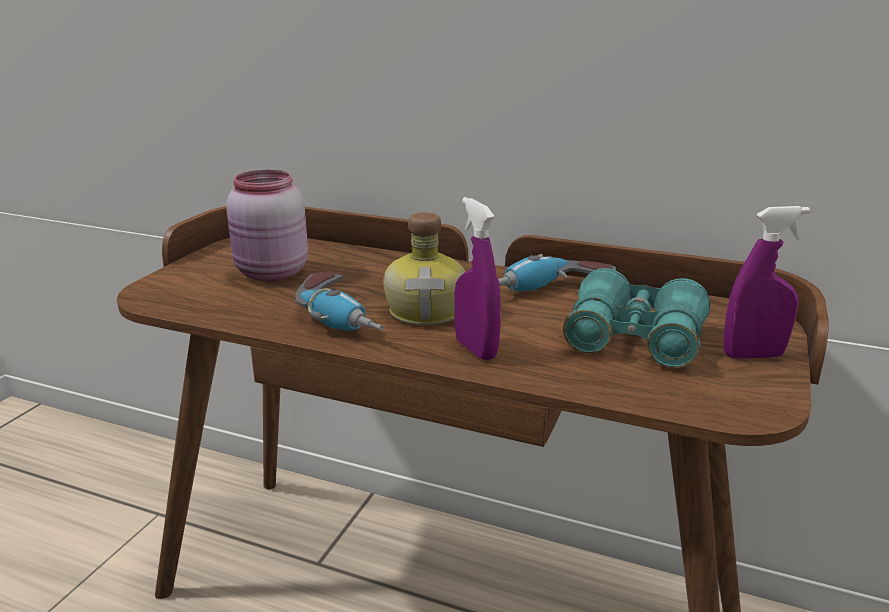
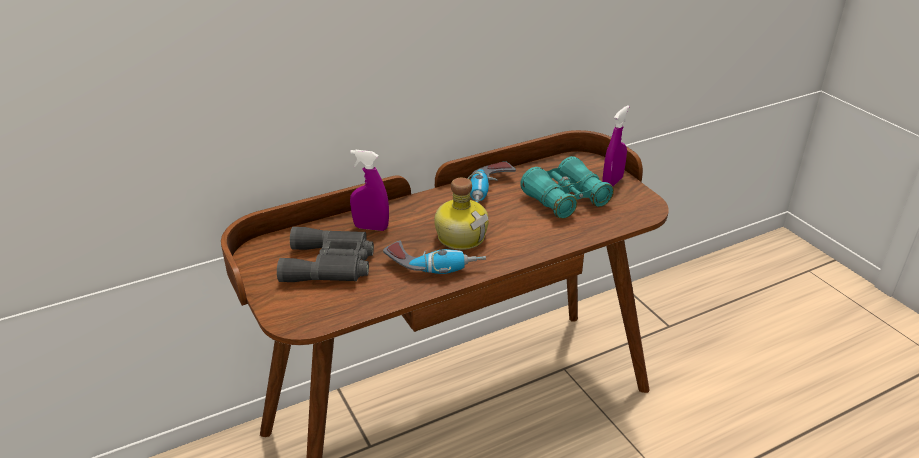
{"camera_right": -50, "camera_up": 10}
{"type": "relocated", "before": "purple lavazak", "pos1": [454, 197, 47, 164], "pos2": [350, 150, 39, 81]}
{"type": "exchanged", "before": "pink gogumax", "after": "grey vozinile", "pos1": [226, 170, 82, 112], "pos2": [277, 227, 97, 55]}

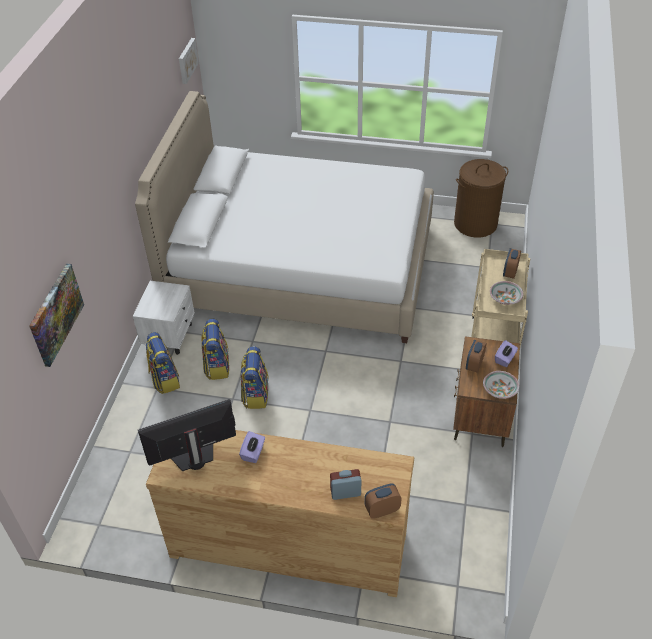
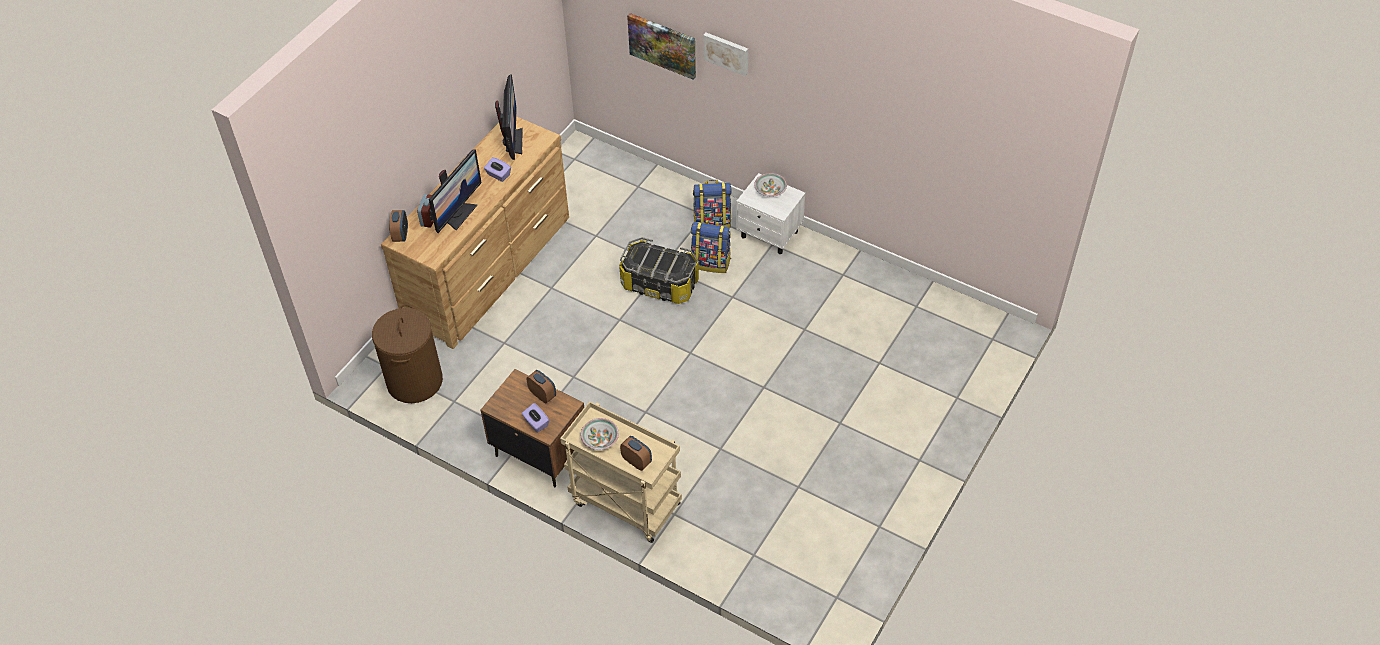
{"camera_right": 110, "camera_up": 5}
{"type": "missing", "before": "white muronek", "pos1": [135, 91, 299, 252]}
{"type": "appeared", "after": "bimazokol", "pos2": [429, 149, 53, 84]}
{"type": "relocated", "before": "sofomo", "pos1": [179, 38, 20, 46], "pos2": [703, 33, 45, 43]}
{"type": "relocated", "before": "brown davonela", "pos1": [454, 159, 54, 79], "pos2": [372, 304, 71, 99]}
{"type": "relocated", "before": "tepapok", "pos1": [483, 371, 36, 28], "pos2": [754, 173, 33, 24]}
{"type": "exchanged", "before": "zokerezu", "after": "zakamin", "pos1": [241, 346, 28, 63], "pos2": [619, 237, 80, 67]}

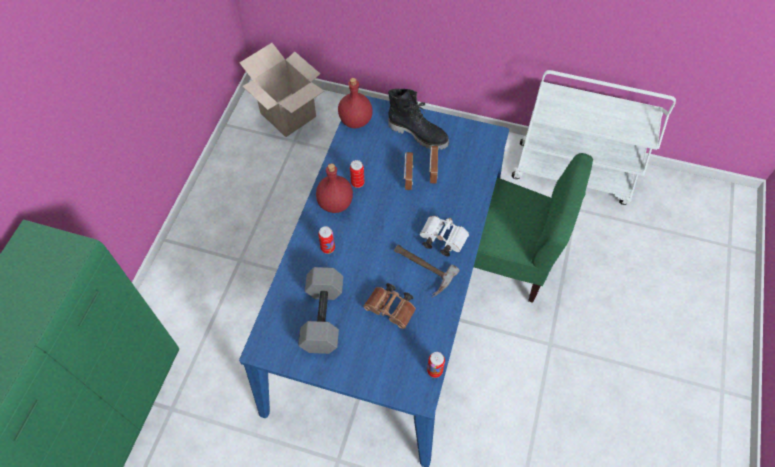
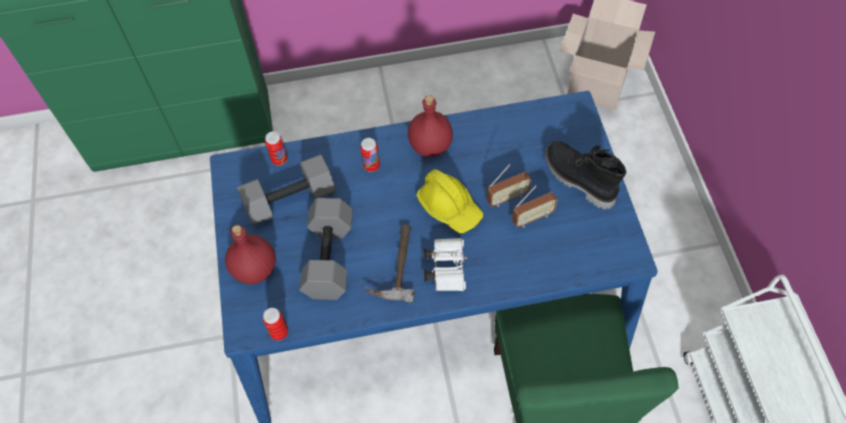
{"camera_right": 65, "camera_up": 0}
{"type": "appeared", "after": "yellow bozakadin", "pos2": [416, 169, 68, 64]}
{"type": "relocated", "before": "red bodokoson", "pos1": [338, 78, 35, 50], "pos2": [225, 225, 51, 60]}
{"type": "relocated", "before": "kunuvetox", "pos1": [350, 160, 15, 28], "pos2": [265, 132, 23, 34]}
{"type": "exchanged", "before": "brown vozinile", "after": "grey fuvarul", "pos1": [364, 283, 52, 46], "pos2": [299, 198, 54, 102]}
{"type": "spun", "before": "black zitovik", "pos1": [388, 89, 61, 61], "pos2": [545, 141, 81, 69], "turn": 135}

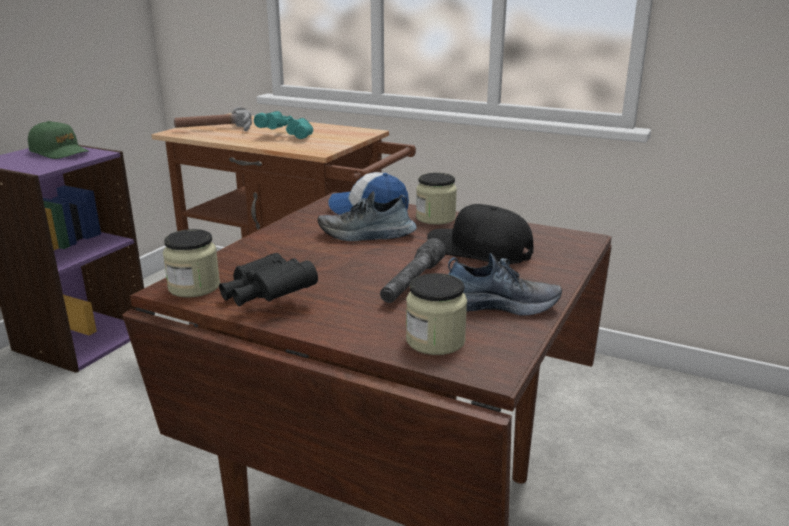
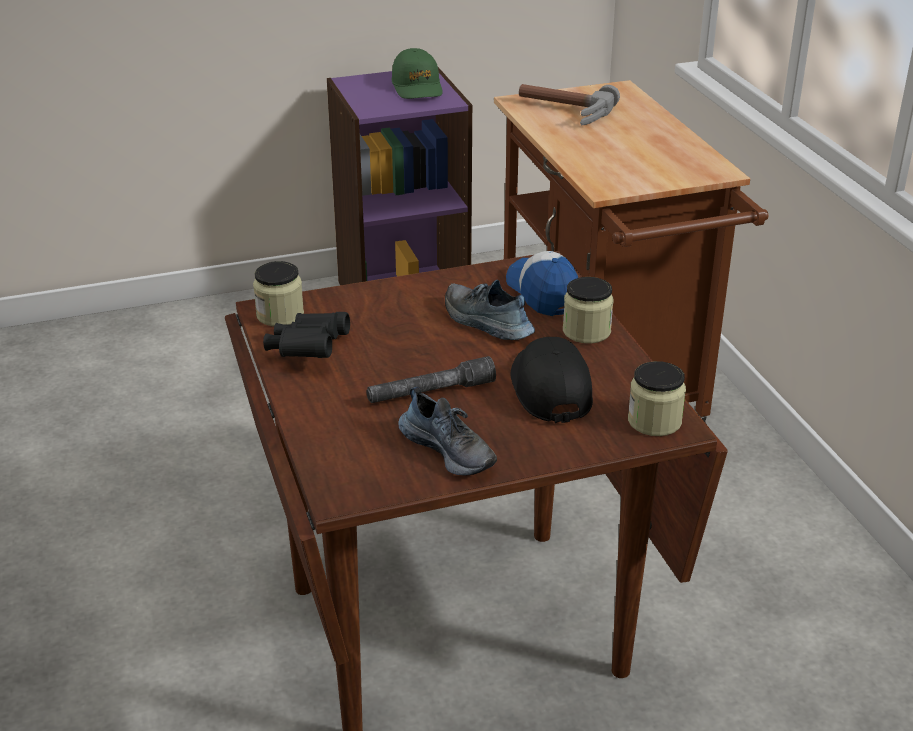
{"camera_right": 45, "camera_up": 10}
{"type": "missing", "before": "turquoise vozinile", "pos1": [254, 111, 59, 28]}
{"type": "relocated", "before": "gogumax", "pos1": [406, 273, 61, 82], "pos2": [628, 361, 58, 75]}

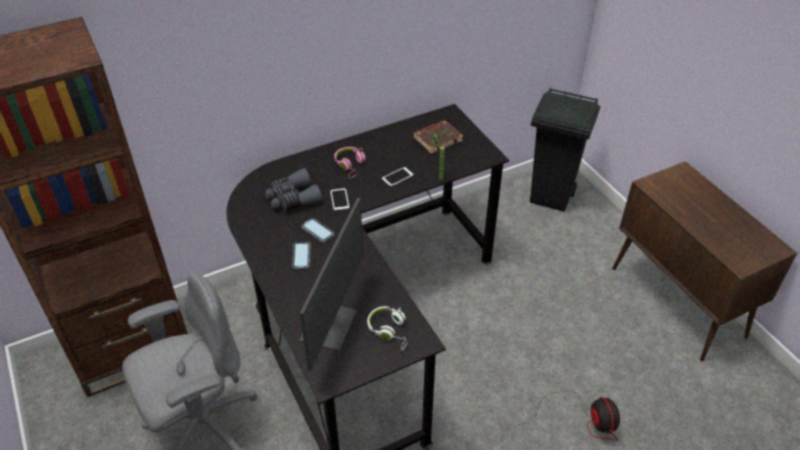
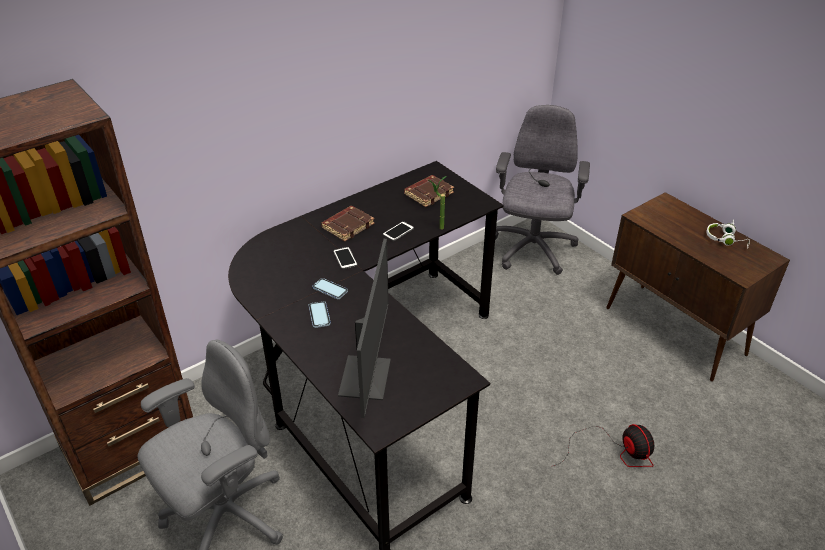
{"camera_right": -10, "camera_up": -5}
{"type": "missing", "before": "grey vozinile", "pos1": [265, 168, 57, 43]}
{"type": "relocated", "before": "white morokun", "pos1": [367, 306, 42, 44], "pos2": [706, 219, 44, 30]}
{"type": "exchanged", "before": "pink morokun", "after": "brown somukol", "pos1": [334, 147, 32, 31], "pos2": [321, 206, 54, 35]}
{"type": "exchanged", "before": "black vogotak", "after": "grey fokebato", "pos1": [530, 88, 70, 124], "pos2": [495, 105, 95, 170]}

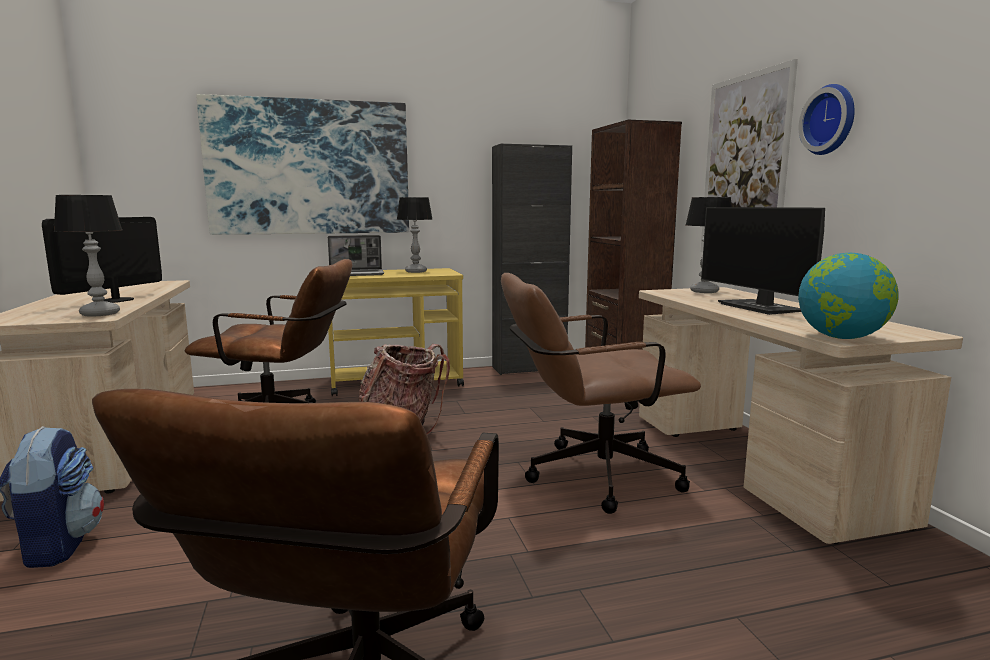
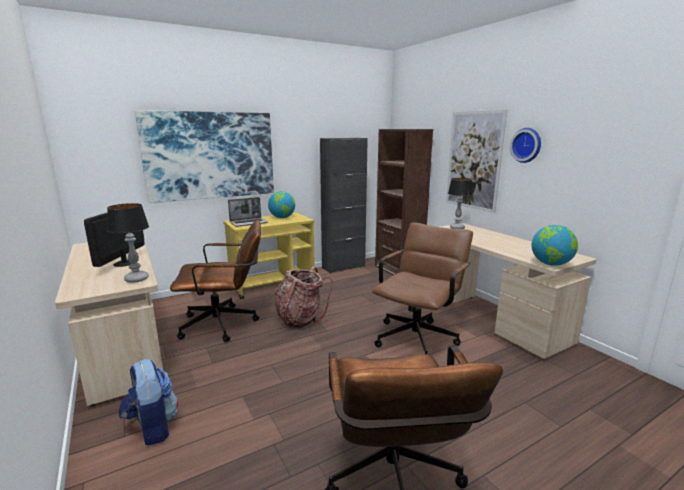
{"camera_right": -15, "camera_up": 5}
{"type": "missing", "before": "bimazokol", "pos1": [701, 207, 124, 108]}
{"type": "exchanged", "before": "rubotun", "after": "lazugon", "pos1": [397, 197, 36, 76], "pos2": [268, 191, 27, 27]}
{"type": "spun", "before": "brown fokebato", "pos1": [501, 273, 200, 241], "pos2": [372, 222, 101, 132], "turn": 150}

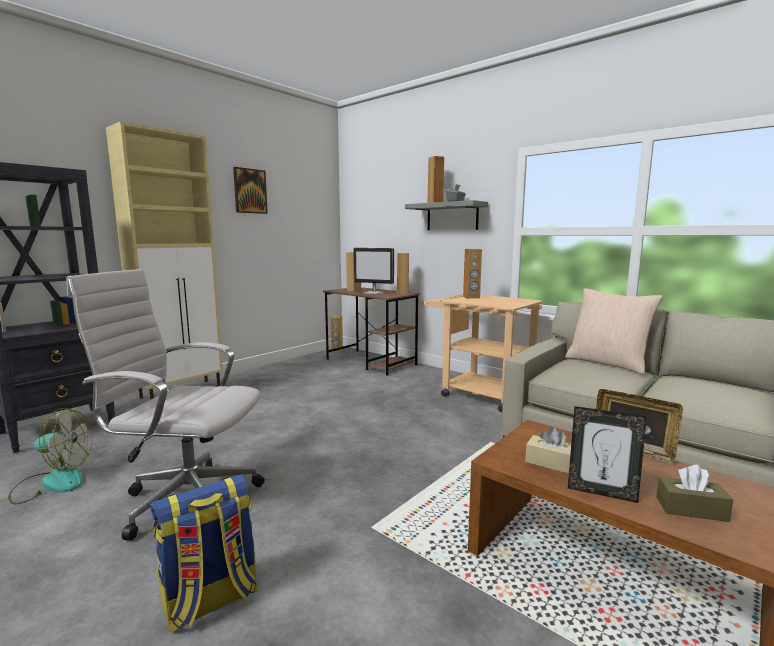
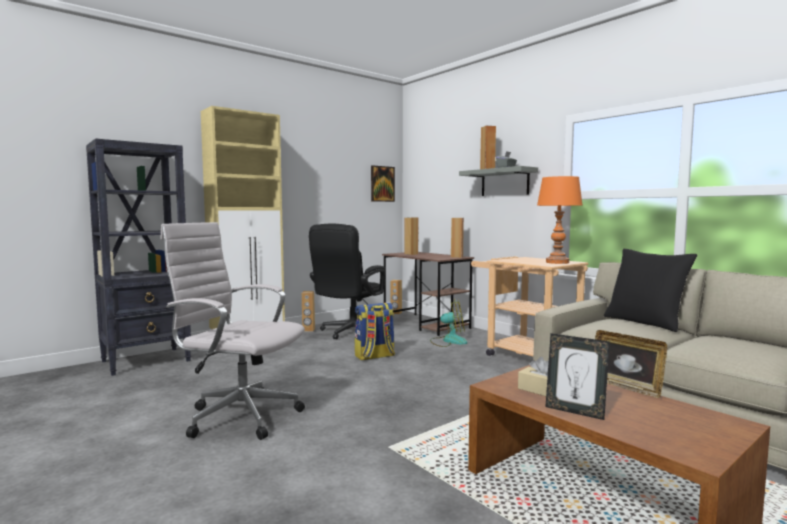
{"camera_right": 10, "camera_up": -5}
{"type": "missing", "before": "bimazokol", "pos1": [353, 248, 41, 46]}
{"type": "missing", "before": "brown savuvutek", "pos1": [656, 465, 77, 57]}
{"type": "appeared", "after": "black fokebato", "pos2": [309, 224, 76, 115]}
{"type": "appeared", "after": "orange rubotun", "pos2": [537, 176, 46, 88]}
{"type": "relocated", "before": "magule", "pos1": [8, 408, 84, 96], "pos2": [430, 299, 37, 48]}
{"type": "relocated", "before": "zokerezu", "pos1": [150, 474, 109, 158], "pos2": [355, 303, 40, 58]}
{"type": "relocated", "before": "sofomo", "pos1": [233, 167, 35, 47], "pos2": [371, 165, 24, 37]}
{"type": "relocated", "before": "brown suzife", "pos1": [463, 249, 19, 50], "pos2": [302, 291, 13, 41]}
{"type": "colour", "before": "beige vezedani", "after": "black vezedani", "pos1": [565, 288, 98, 86], "pos2": [604, 249, 93, 83]}

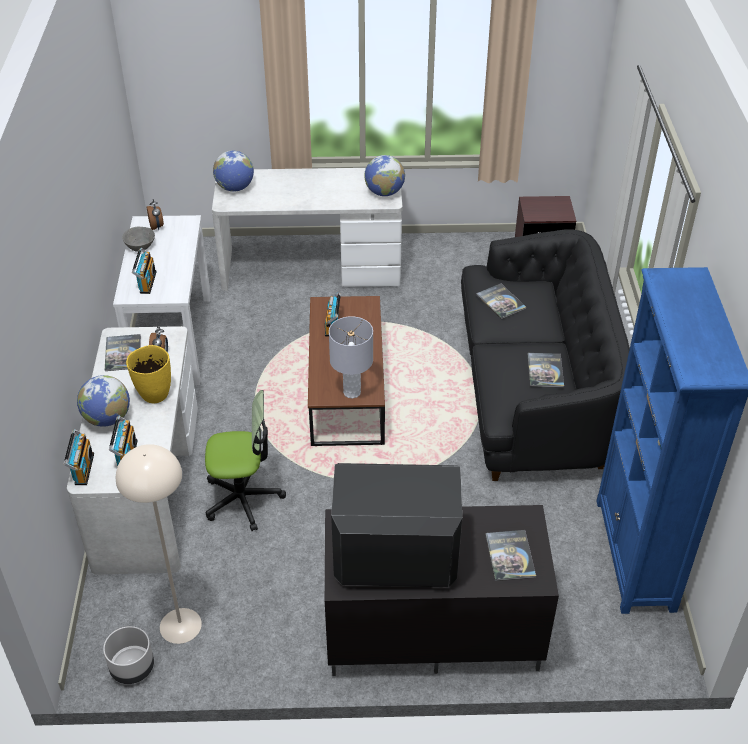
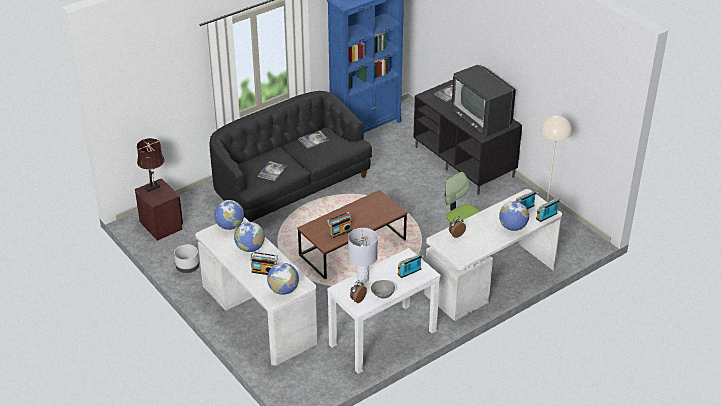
{"camera_right": -125, "camera_up": -5}
{"type": "missing", "before": "somukol", "pos1": [105, 334, 36, 37]}
{"type": "missing", "before": "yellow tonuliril", "pos1": [126, 345, 45, 58]}
{"type": "appeared", "after": "brown rubotun", "pos2": [137, 138, 28, 54]}
{"type": "appeared", "after": "lazugon", "pos2": [234, 222, 31, 30]}
{"type": "appeared", "after": "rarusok", "pos2": [250, 252, 28, 23]}
{"type": "relocated", "before": "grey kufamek", "pos1": [103, 626, 51, 58], "pos2": [174, 244, 25, 29]}
{"type": "relocated", "before": "grey rubotun", "pos1": [329, 316, 44, 83], "pos2": [348, 228, 30, 56]}

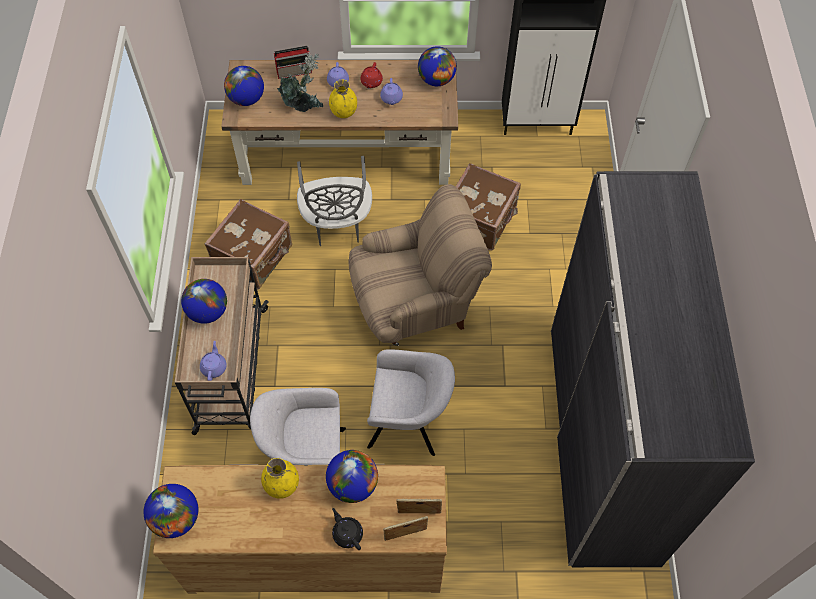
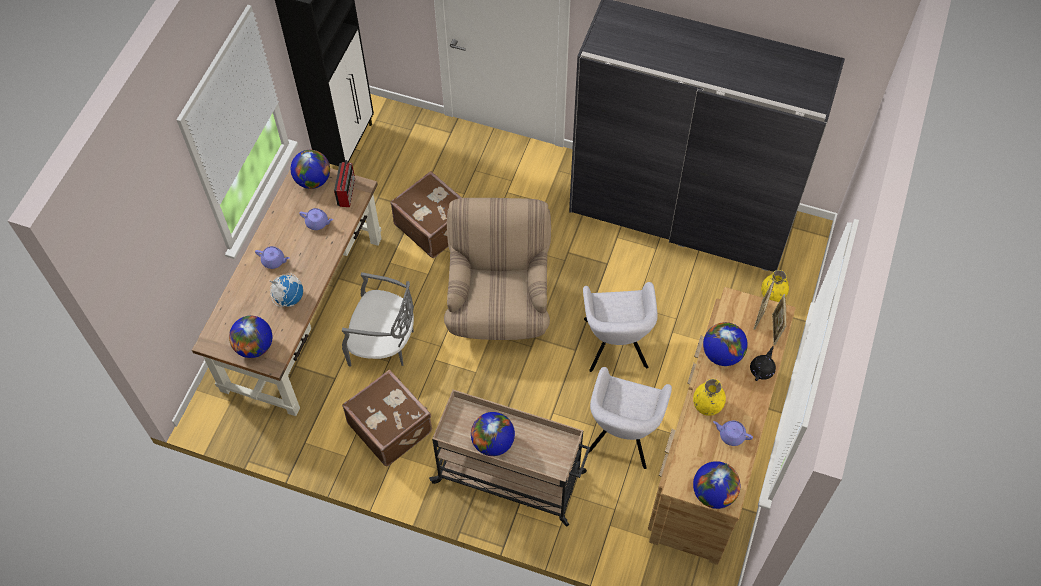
{"camera_right": -70, "camera_up": 0}
{"type": "missing", "before": "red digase", "pos1": [360, 62, 23, 26]}
{"type": "relocated", "before": "purple digase", "pos1": [200, 341, 27, 40], "pos2": [713, 421, 40, 25]}
{"type": "relocated", "before": "rarusok", "pos1": [274, 46, 38, 33], "pos2": [334, 160, 21, 47]}
{"type": "relocated", "before": "yellow tonuliril", "pos1": [329, 79, 28, 39], "pos2": [761, 270, 28, 32]}
{"type": "exchanged", "before": "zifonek", "after": "lazugon", "pos1": [277, 52, 46, 60], "pos2": [270, 273, 33, 34]}
{"type": "spun", "before": "black digase", "pos1": [332, 508, 31, 42], "pos2": [750, 346, 26, 35], "turn": 135}
{"type": "spun", "before": "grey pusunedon", "pos1": [367, 349, 88, 107], "pos2": [583, 282, 75, 90], "turn": 150}

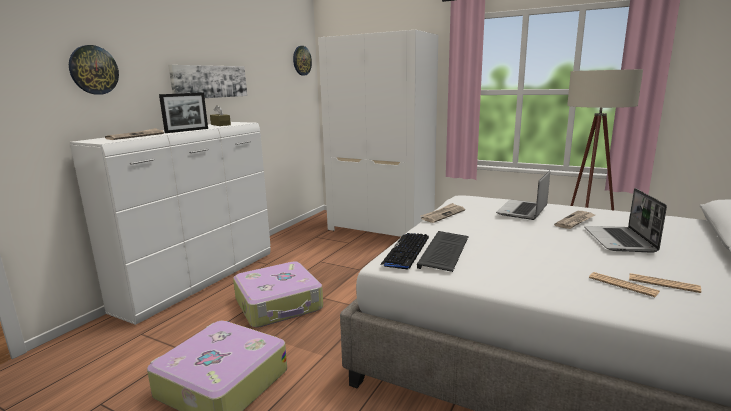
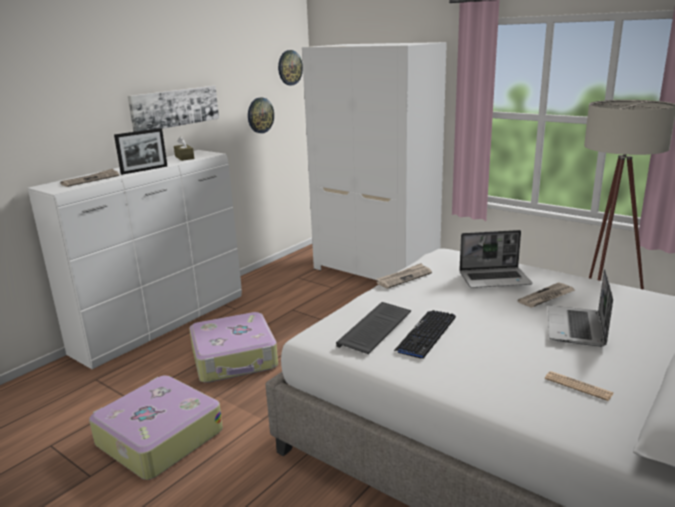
{"camera_right": 10, "camera_up": 5}
{"type": "missing", "before": "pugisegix", "pos1": [589, 272, 70, 25]}
{"type": "relocated", "before": "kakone", "pos1": [69, 45, 50, 50], "pos2": [248, 97, 26, 36]}
{"type": "relocated", "before": "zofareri", "pos1": [380, 233, 49, 36], "pos2": [394, 310, 62, 49]}
{"type": "spun", "before": "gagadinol", "pos1": [496, 170, 54, 50], "pos2": [459, 230, 74, 58], "turn": -135}

